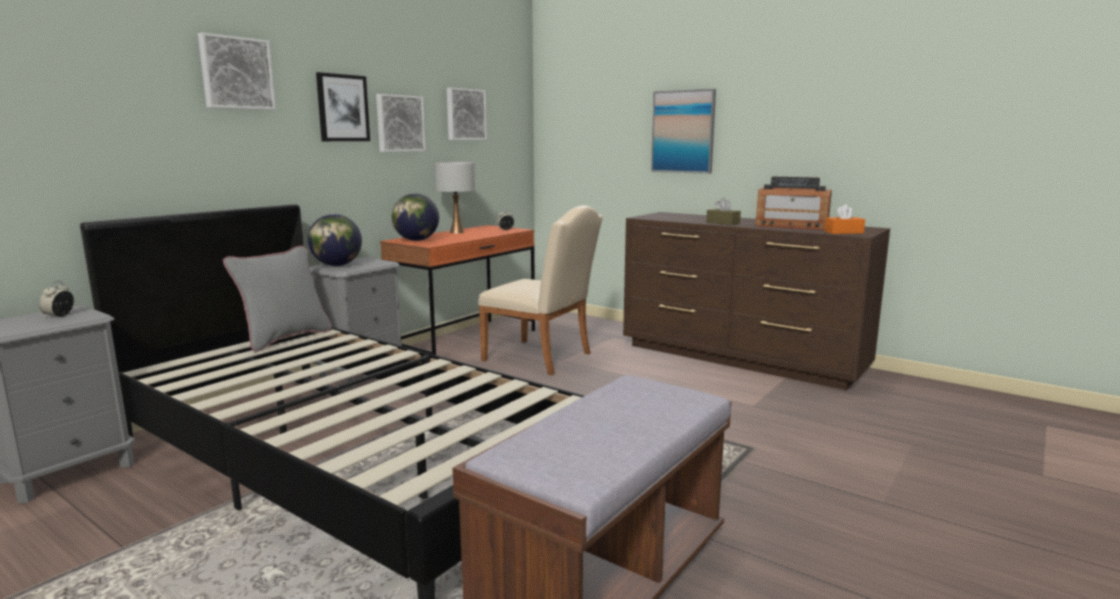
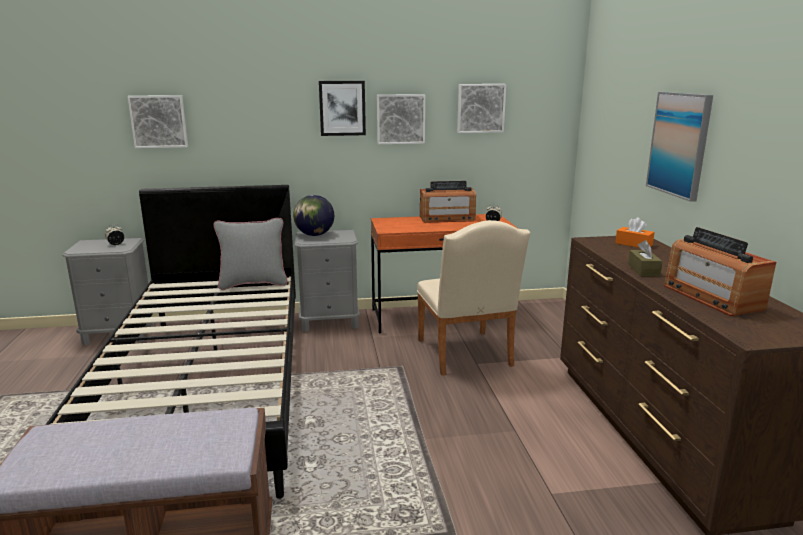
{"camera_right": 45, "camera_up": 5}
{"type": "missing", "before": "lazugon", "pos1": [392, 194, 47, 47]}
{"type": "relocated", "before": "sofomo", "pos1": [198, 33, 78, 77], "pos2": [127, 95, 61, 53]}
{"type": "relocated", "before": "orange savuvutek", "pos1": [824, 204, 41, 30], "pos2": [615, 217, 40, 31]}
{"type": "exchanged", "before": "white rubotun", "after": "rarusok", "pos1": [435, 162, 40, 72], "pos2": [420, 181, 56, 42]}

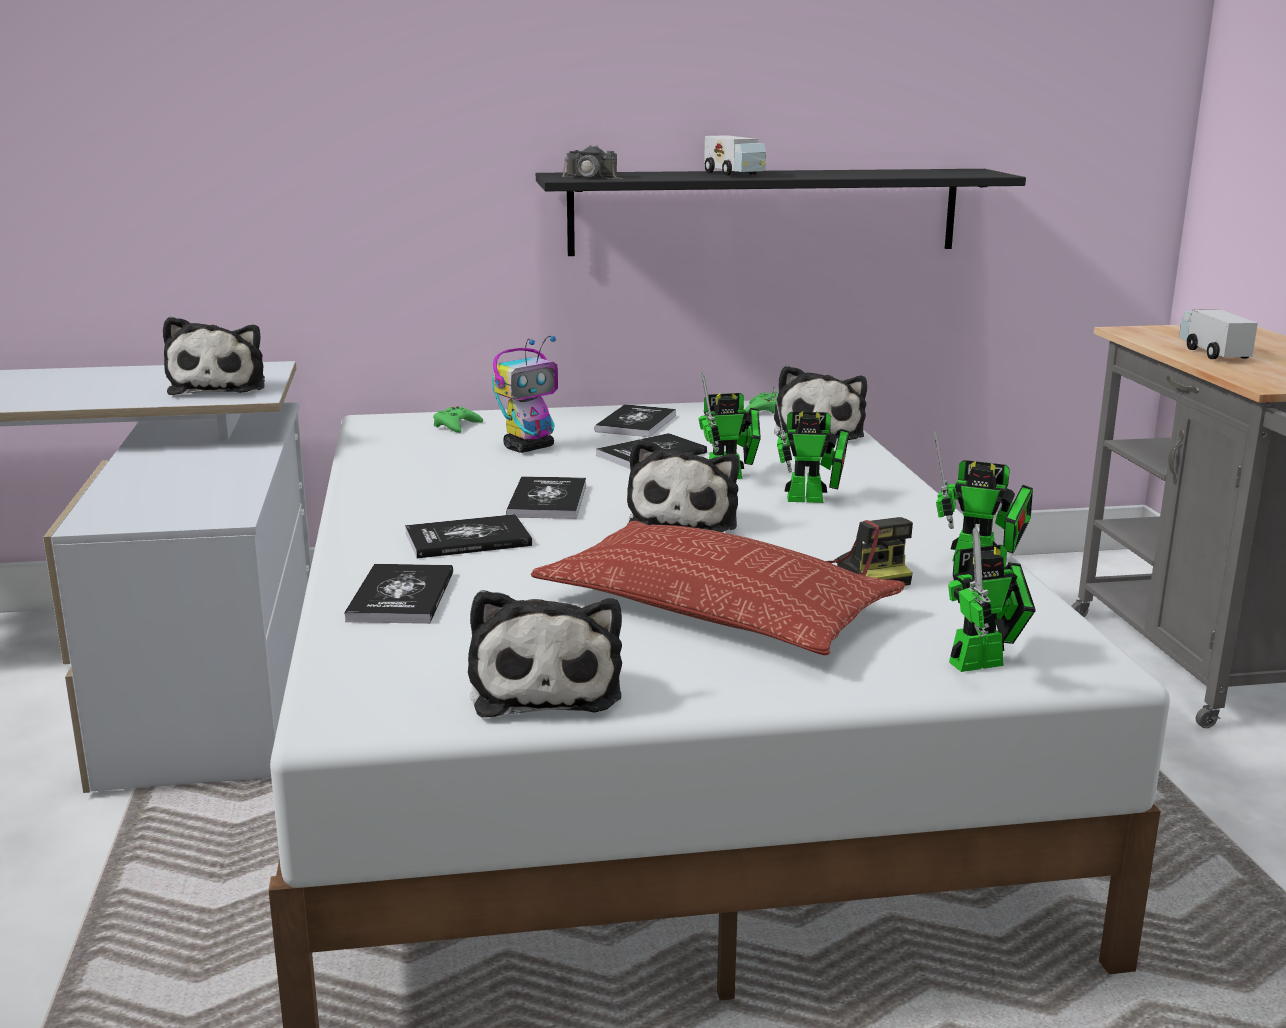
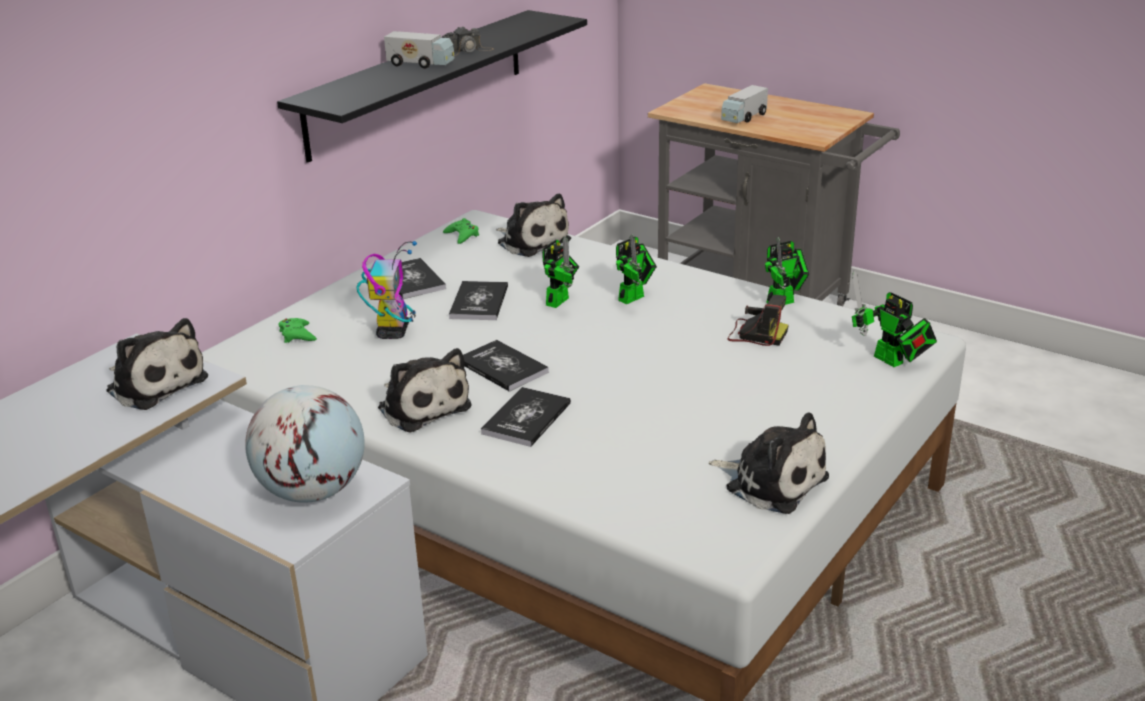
{"camera_right": -45, "camera_up": 10}
{"type": "missing", "before": "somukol", "pos1": [344, 564, 109, 60]}
{"type": "missing", "before": "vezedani", "pos1": [531, 521, 375, 134]}
{"type": "appeared", "after": "lazugon", "pos2": [245, 385, 120, 118]}
{"type": "relocated", "before": "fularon", "pos1": [562, 145, 61, 34], "pos2": [442, 26, 52, 30]}
{"type": "relocated", "before": "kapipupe", "pos1": [627, 439, 112, 93], "pos2": [378, 348, 94, 85]}
{"type": "spun", "before": "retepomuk", "pos1": [948, 526, 88, 146], "pos2": [852, 271, 85, 96], "turn": 120}
{"type": "spun", "before": "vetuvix", "pos1": [1179, 309, 79, 50], "pos2": [721, 85, 47, 38], "turn": -90}

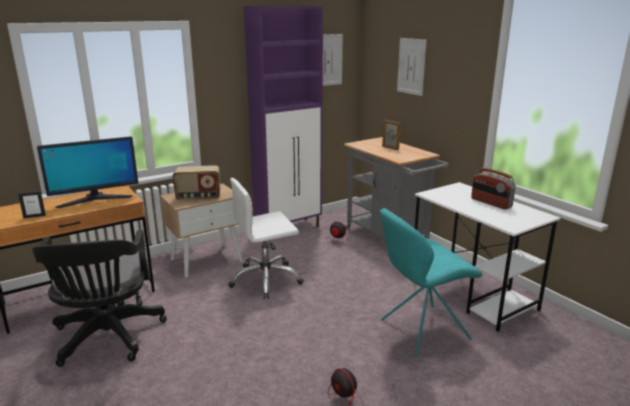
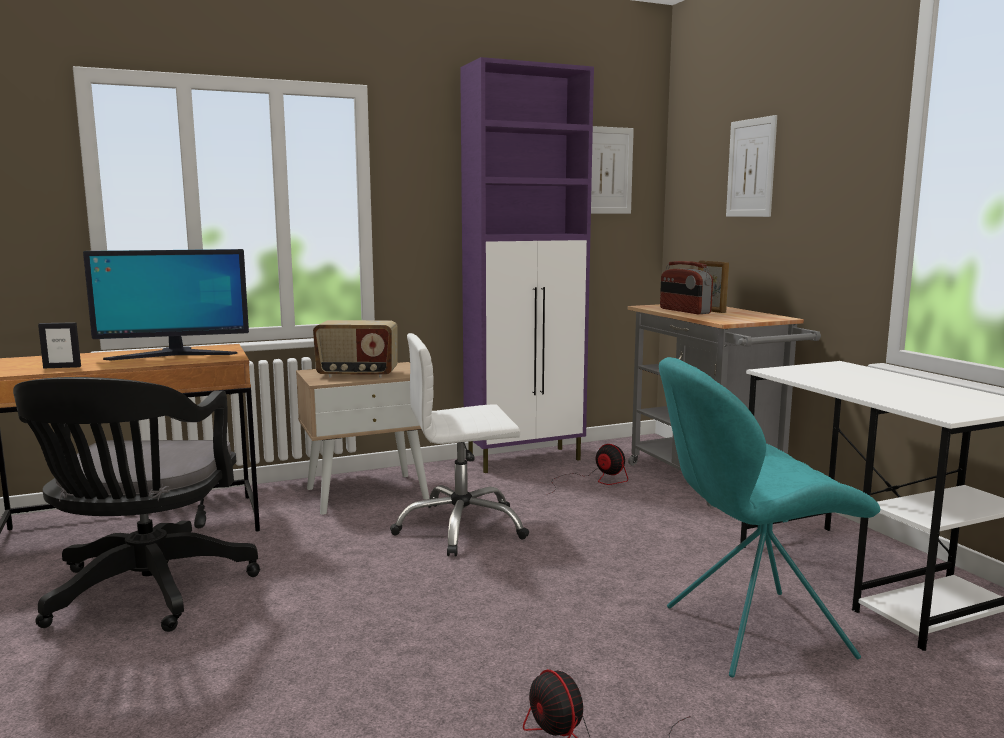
{"camera_right": 10, "camera_up": -10}
{"type": "relocated", "before": "rarusok", "pos1": [471, 168, 45, 42], "pos2": [660, 261, 53, 53]}

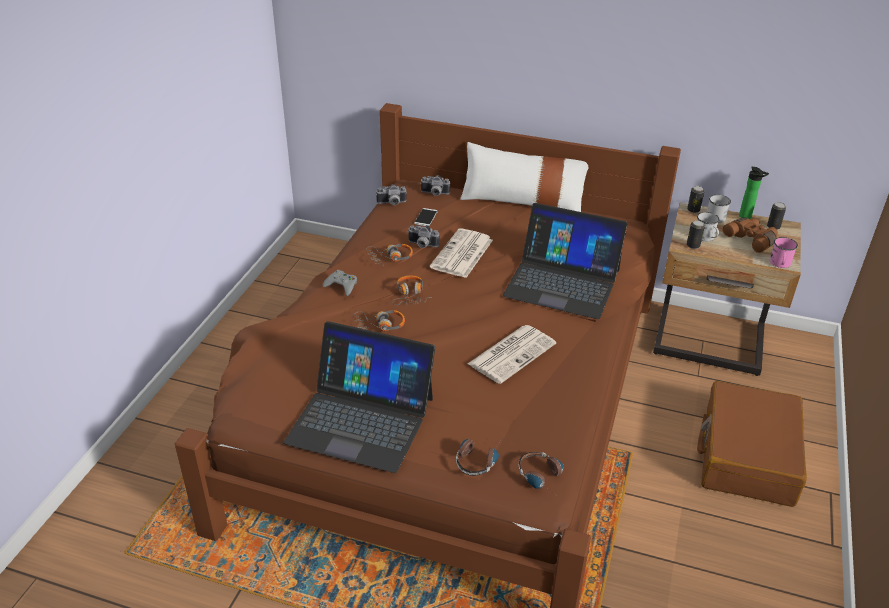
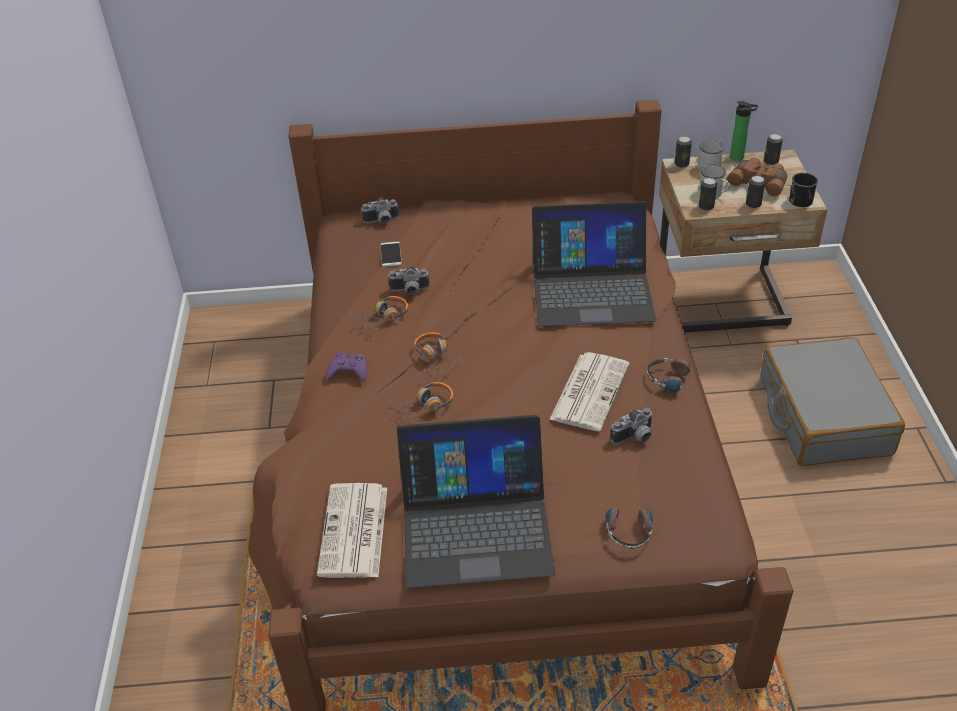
{"camera_right": -20, "camera_up": 5}
{"type": "missing", "before": "white vezedani", "pos1": [460, 142, 129, 70]}
{"type": "appeared", "after": "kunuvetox", "pos2": [746, 175, 19, 33]}
{"type": "relocated", "before": "fularon", "pos1": [376, 184, 31, 21], "pos2": [611, 408, 43, 36]}
{"type": "relocated", "before": "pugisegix", "pos1": [430, 228, 63, 50], "pos2": [317, 483, 70, 95]}
{"type": "relocated", "before": "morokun", "pos1": [519, 452, 45, 42], "pos2": [647, 358, 52, 34]}
{"type": "colour", "before": "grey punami", "after": "purple punami", "pos1": [323, 270, 34, 26], "pos2": [326, 352, 41, 30]}
{"type": "colour", "before": "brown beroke", "after": "grey beroke", "pos1": [697, 381, 110, 126], "pos2": [761, 337, 144, 129]}
{"type": "colour", "before": "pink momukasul", "after": "black momukasul", "pos1": [770, 237, 28, 31], "pos2": [789, 173, 29, 34]}

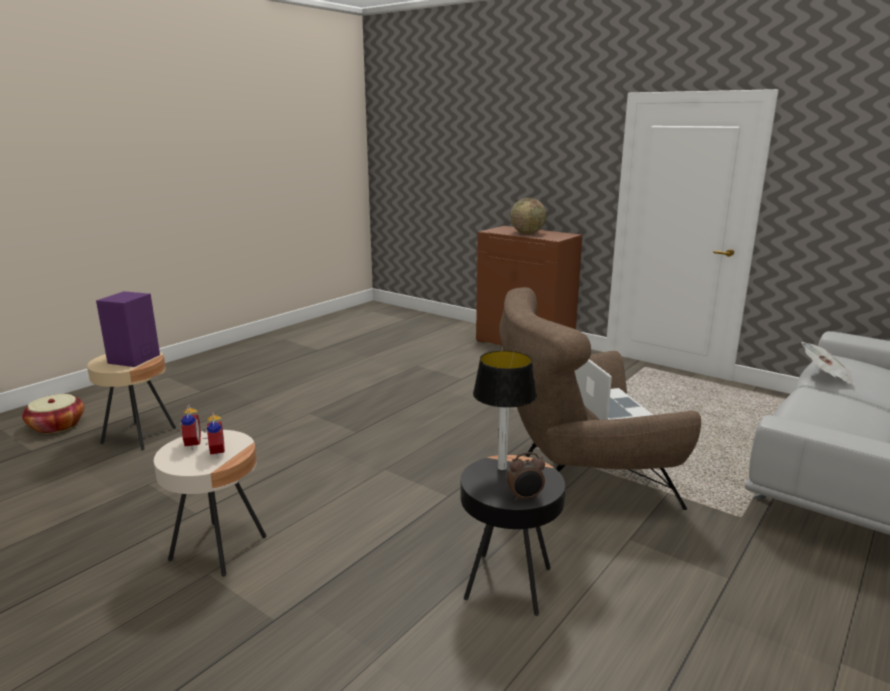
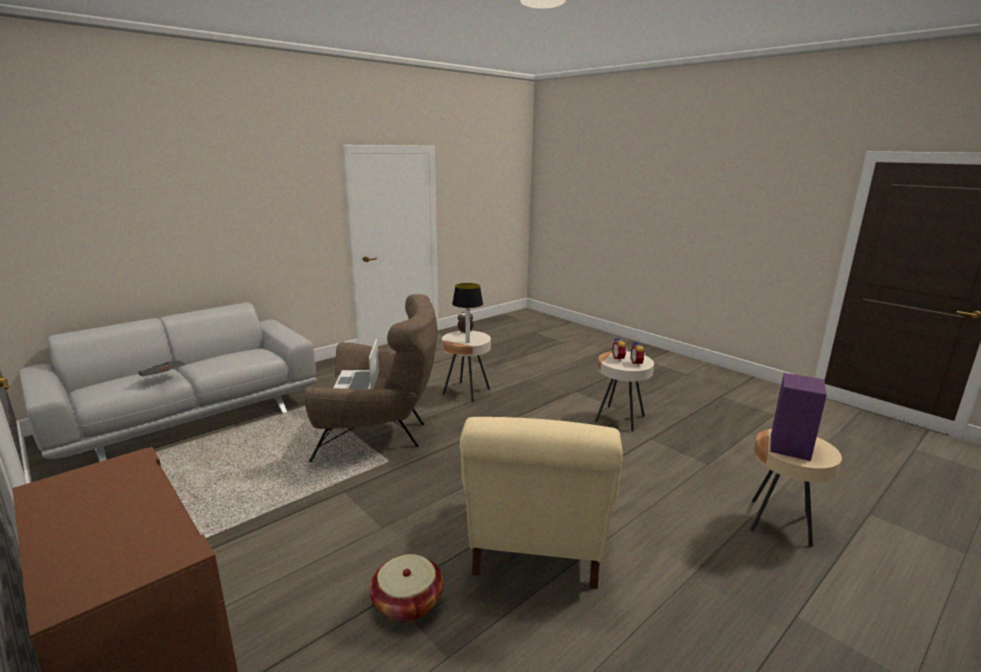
{"camera_right": -170, "camera_up": 0}
{"type": "missing", "before": "lazugon", "pos1": [510, 198, 36, 36]}
{"type": "appeared", "after": "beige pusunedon", "pos2": [460, 417, 163, 172]}
{"type": "relocated", "before": "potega", "pos1": [22, 394, 62, 40], "pos2": [369, 554, 75, 68]}
{"type": "colour", "before": "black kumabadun", "after": "beige kumabadun", "pos1": [460, 455, 105, 161], "pos2": [442, 331, 49, 71]}

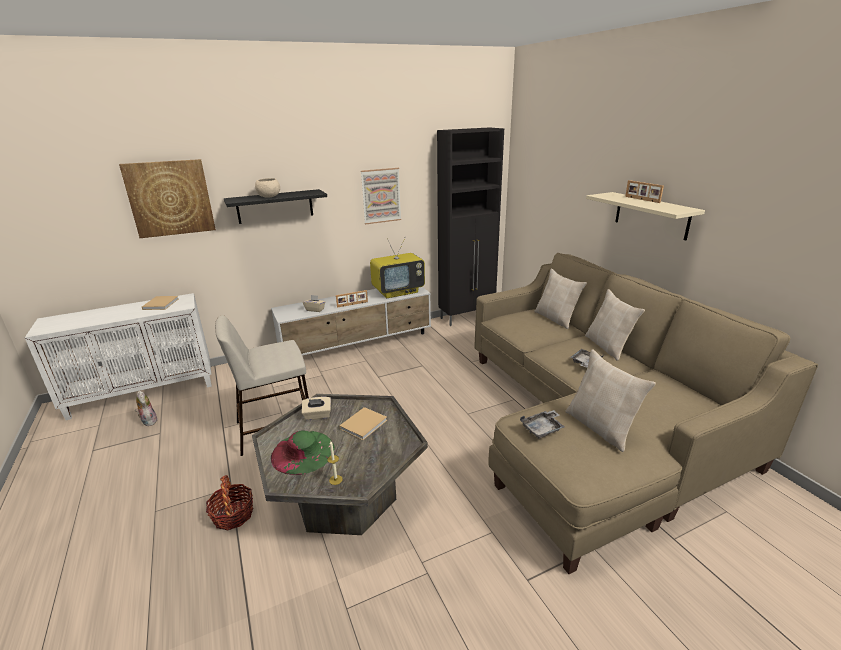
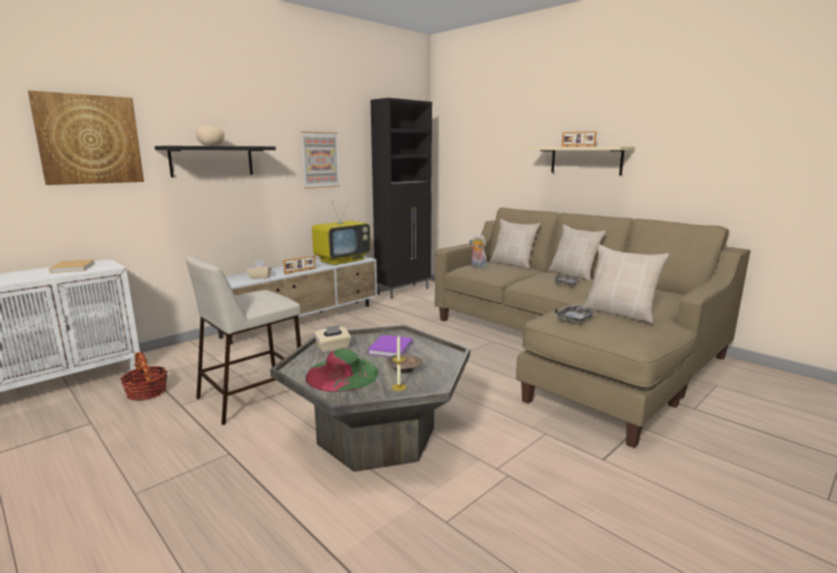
{"camera_right": -20, "camera_up": -10}
{"type": "appeared", "after": "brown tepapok", "pos2": [387, 354, 36, 19]}
{"type": "relocated", "before": "kapipupe", "pos1": [135, 391, 23, 35], "pos2": [469, 235, 18, 33]}
{"type": "relocated", "before": "potega", "pos1": [206, 475, 47, 55], "pos2": [120, 352, 48, 49]}
{"type": "colour", "before": "beige somukol", "after": "purple somukol", "pos1": [339, 407, 48, 33], "pos2": [368, 335, 45, 22]}

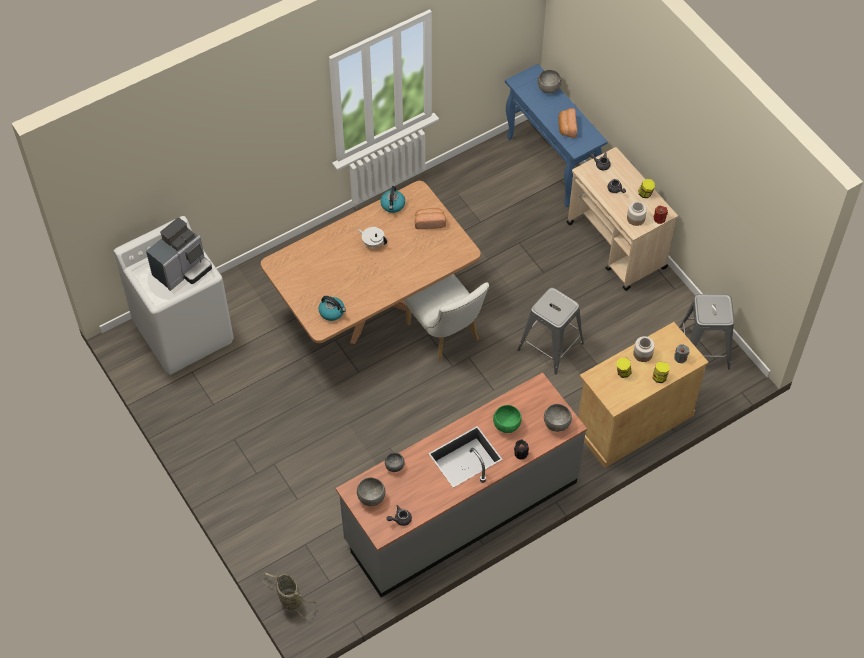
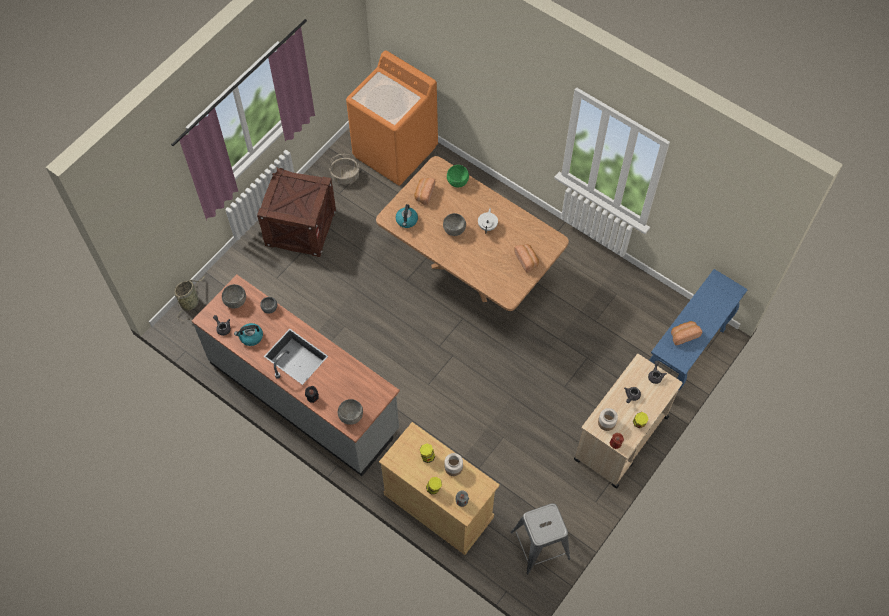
{"camera_right": 70, "camera_up": 5}
{"type": "missing", "before": "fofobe", "pos1": [146, 217, 66, 74]}
{"type": "missing", "before": "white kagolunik", "pos1": [404, 274, 85, 87]}
{"type": "missing", "before": "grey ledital", "pos1": [518, 287, 66, 88]}
{"type": "appeared", "after": "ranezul", "pos2": [257, 167, 79, 90]}
{"type": "appeared", "after": "potega", "pos2": [329, 154, 31, 31]}
{"type": "appeared", "after": "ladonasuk", "pos2": [414, 178, 21, 27]}
{"type": "relocated", "before": "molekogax", "pos1": [380, 186, 25, 27], "pos2": [234, 323, 29, 23]}
{"type": "relocated", "before": "green tepapok", "pos1": [493, 405, 29, 28], "pos2": [447, 165, 22, 22]}
{"type": "relocated", "before": "grey tepapok", "pos1": [538, 70, 24, 24], "pos2": [443, 213, 23, 23]}
{"type": "colour", "before": "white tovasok", "after": "orange tovasok", "pos1": [114, 216, 120, 159], "pos2": [346, 51, 92, 134]}

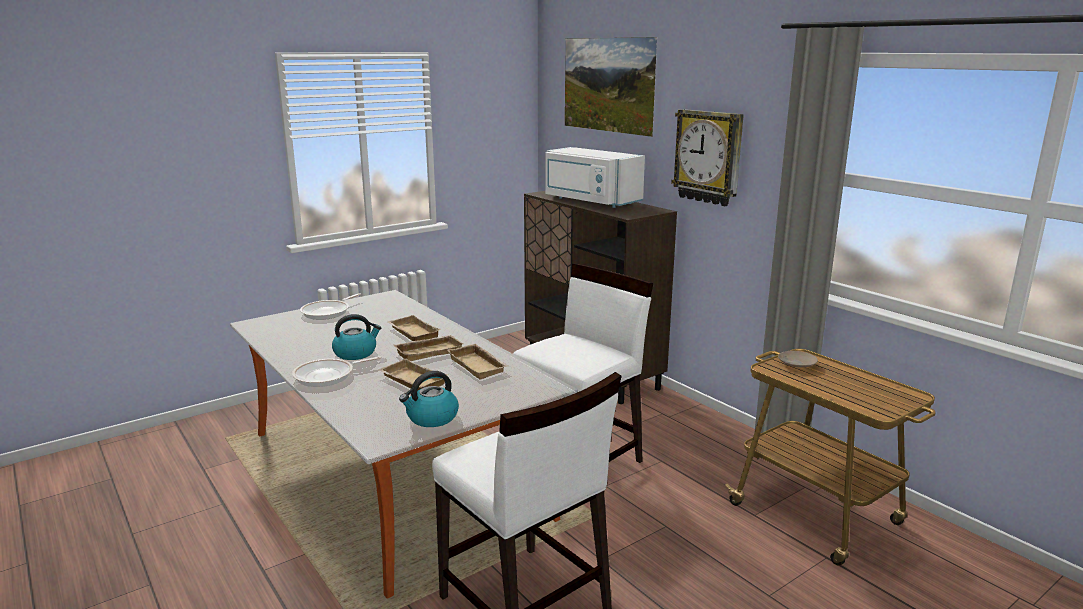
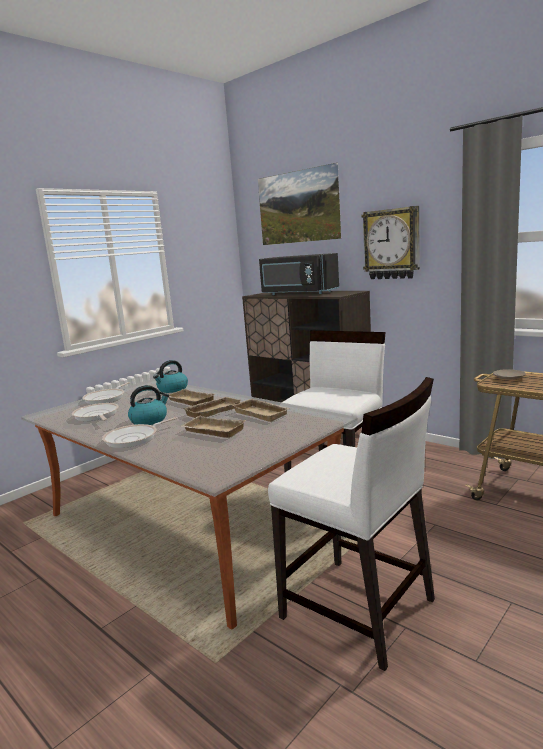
{"camera_right": -10, "camera_up": -5}
{"type": "appeared", "after": "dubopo", "pos2": [72, 403, 47, 18]}
{"type": "relocated", "before": "molekogax", "pos1": [399, 371, 60, 56], "pos2": [153, 360, 35, 33]}
{"type": "colour", "before": "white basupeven", "after": "black basupeven", "pos1": [545, 147, 100, 61], "pos2": [259, 253, 80, 42]}

